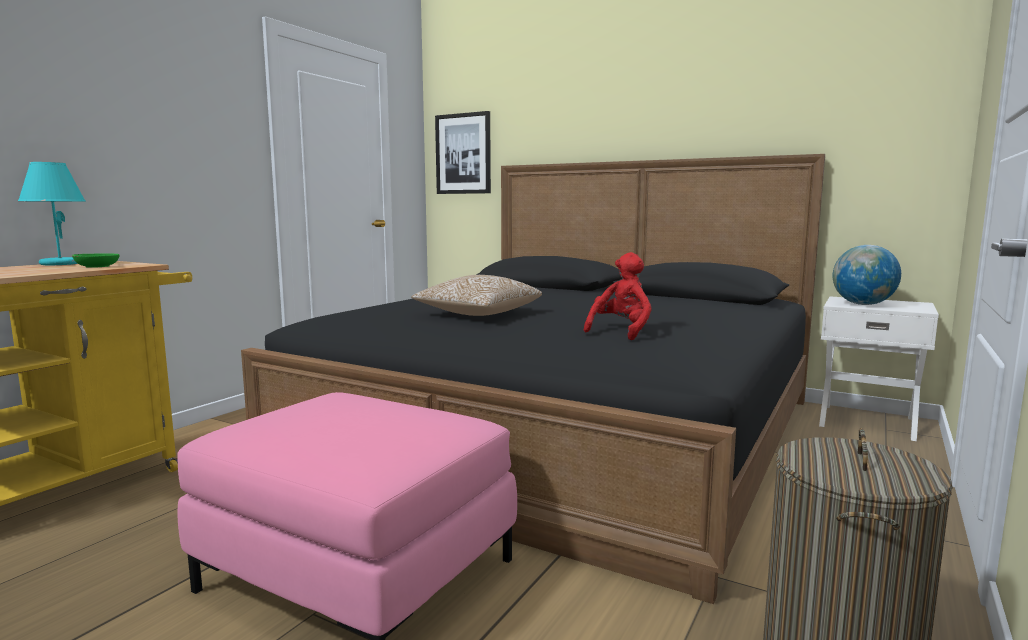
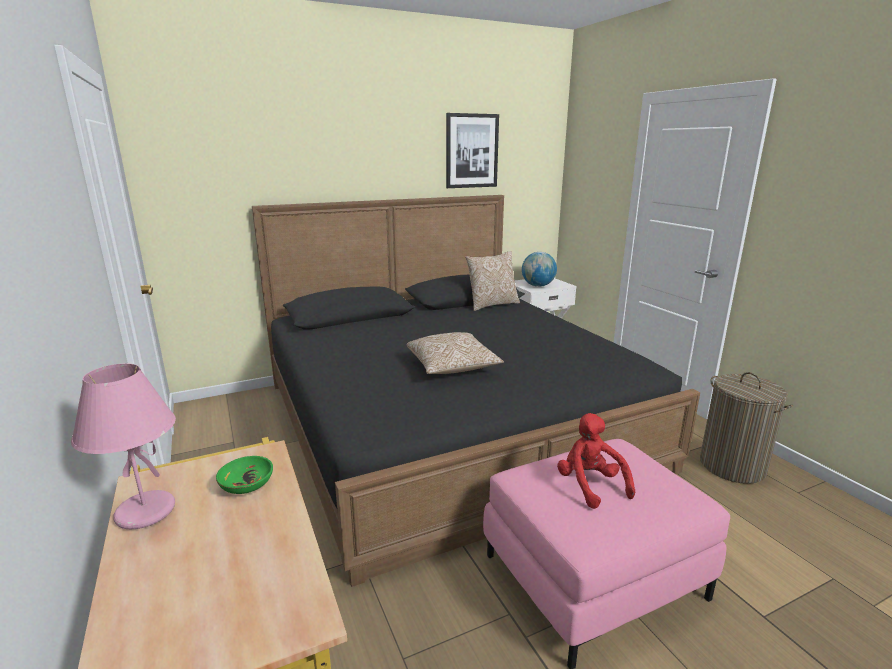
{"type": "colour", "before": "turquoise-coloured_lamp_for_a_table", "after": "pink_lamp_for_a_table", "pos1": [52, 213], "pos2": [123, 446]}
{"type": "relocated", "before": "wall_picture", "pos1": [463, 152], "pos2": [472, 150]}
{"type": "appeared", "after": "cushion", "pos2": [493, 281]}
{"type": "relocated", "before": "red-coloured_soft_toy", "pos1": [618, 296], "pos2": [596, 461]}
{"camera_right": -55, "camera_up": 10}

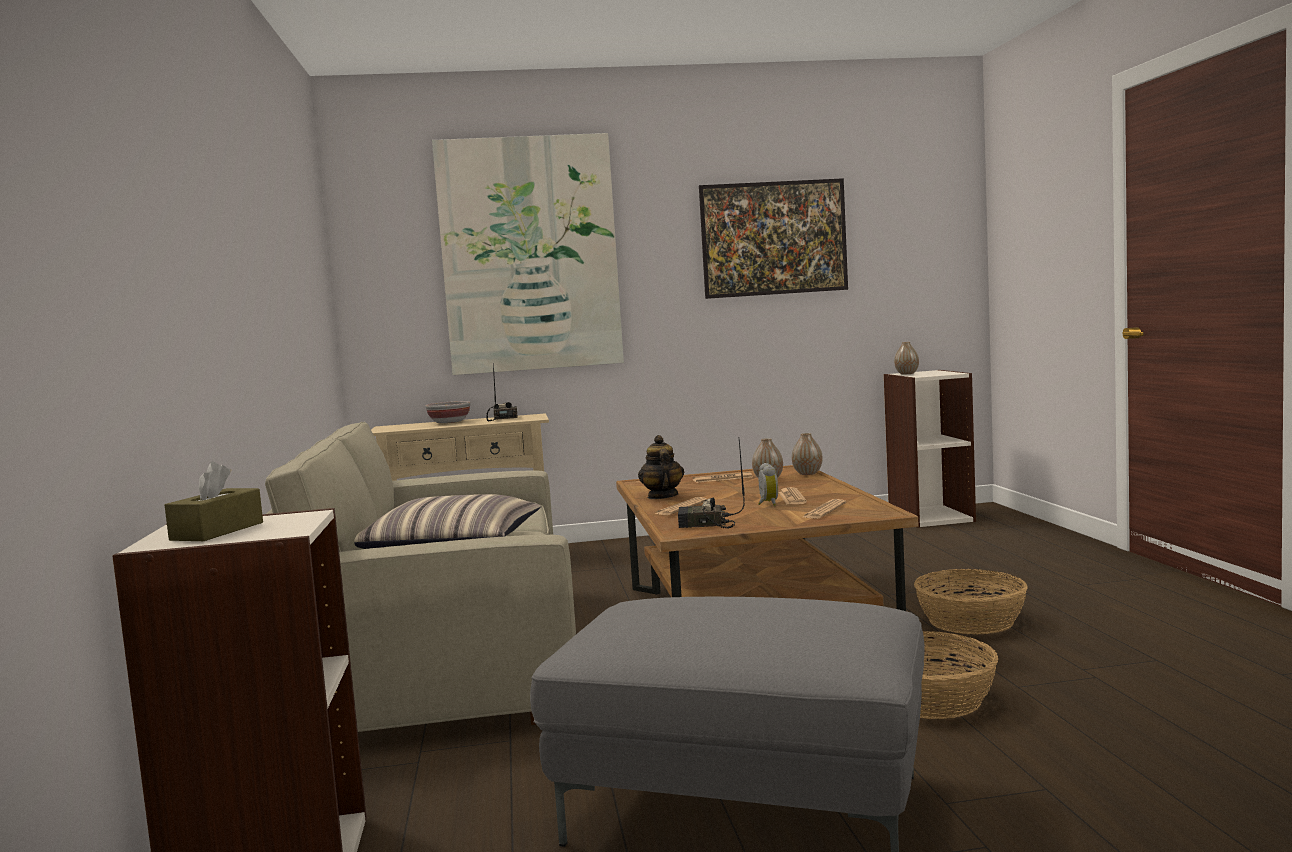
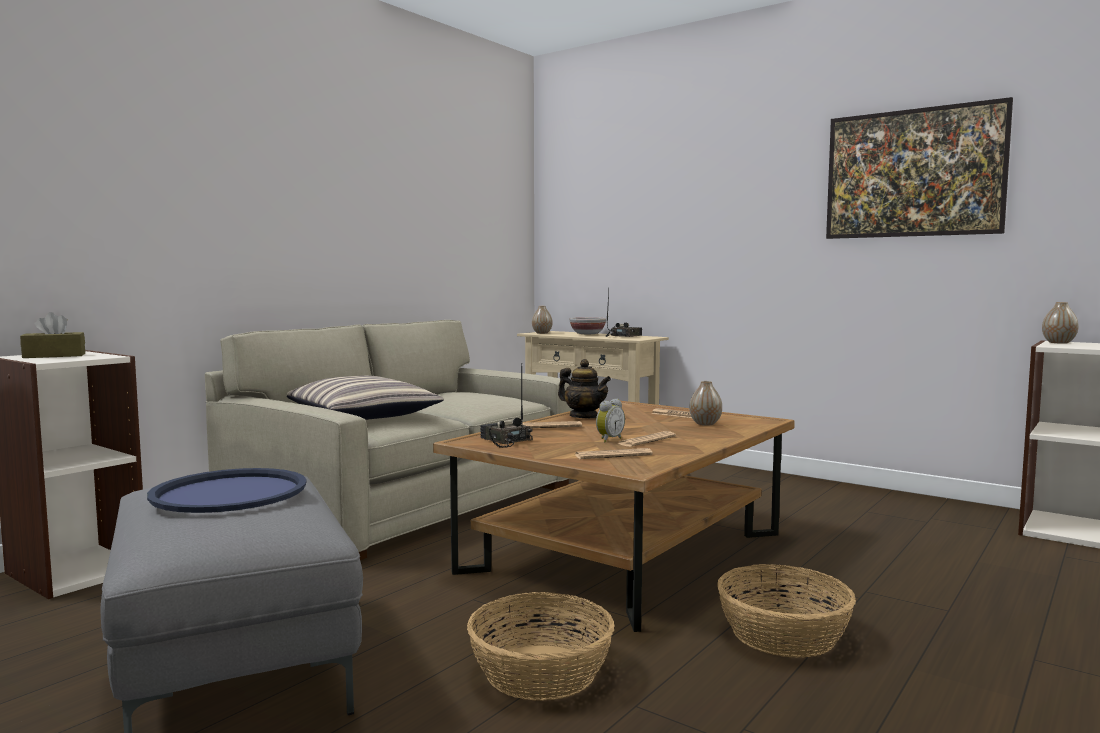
{"type": "appeared", "after": "blue_serving_tray", "pos2": [227, 490]}
{"type": "relocated", "before": "decorative_vase", "pos1": [807, 454], "pos2": [542, 320]}
{"type": "spun", "before": "pot_for_tea", "pos1": [661, 467], "pos2": [584, 388], "turn": 90}
{"type": "missing", "before": "wall_picture", "pos1": [528, 254]}
{"camera_right": 45, "camera_up": 0}

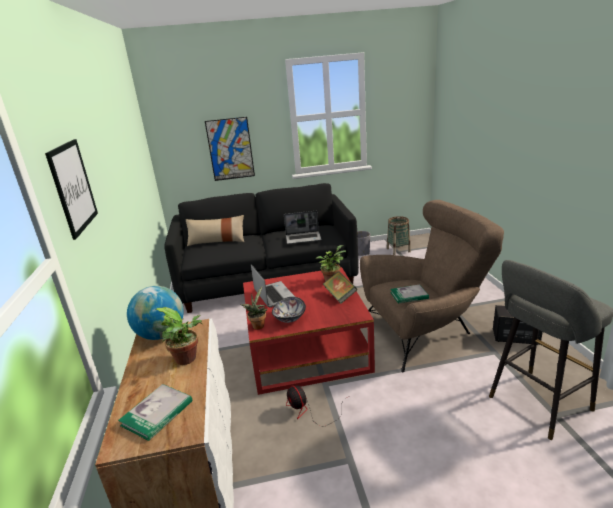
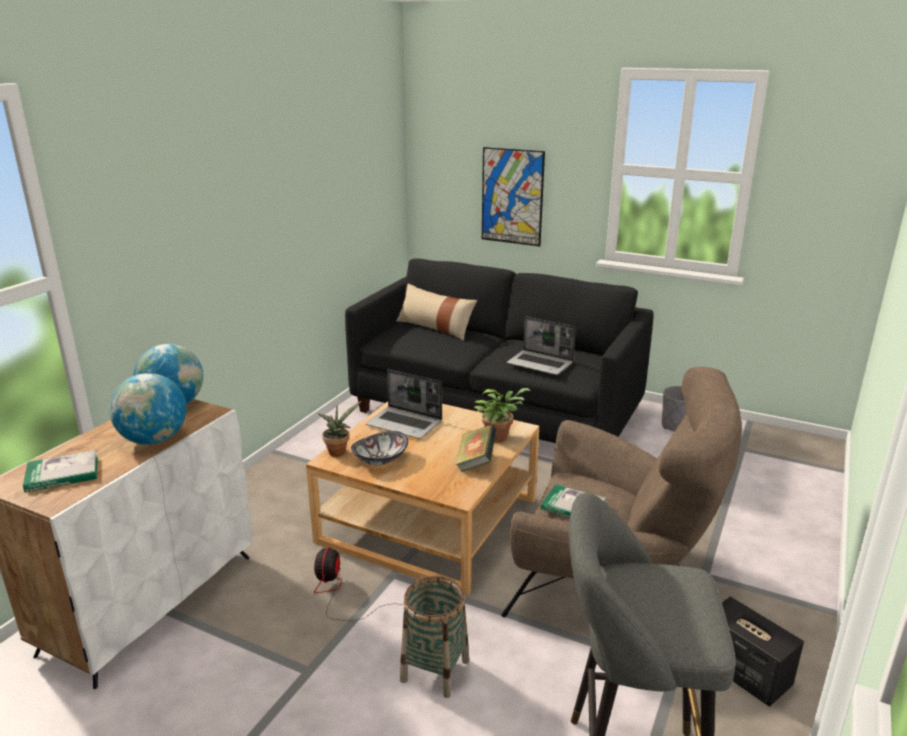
{"type": "exchanged", "before": "plant_in_a_pot", "after": "globe", "pos1": [178, 336], "pos2": [147, 409]}
{"type": "colour", "before": "red-coloured_lounge_table", "after": "beige_lounge_table", "pos1": [309, 331], "pos2": [422, 498]}
{"type": "spun", "before": "notebook_computer", "pos1": [273, 286], "pos2": [404, 404], "turn": 105}
{"type": "relocated", "before": "basket", "pos1": [398, 235], "pos2": [434, 637]}
{"type": "missing", "before": "wall_picture", "pos1": [71, 189]}
{"camera_right": 35, "camera_up": 0}

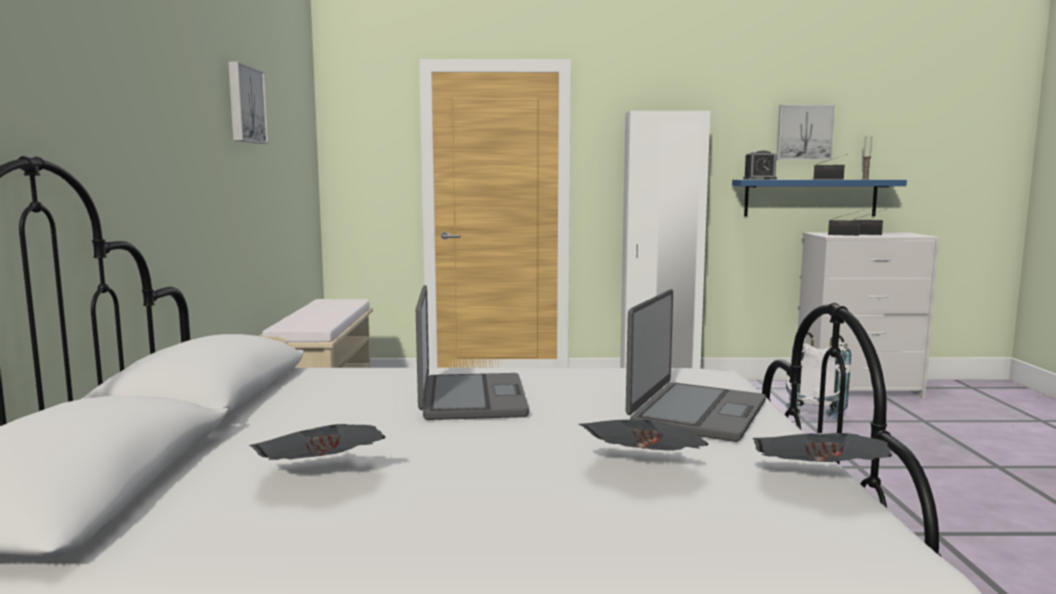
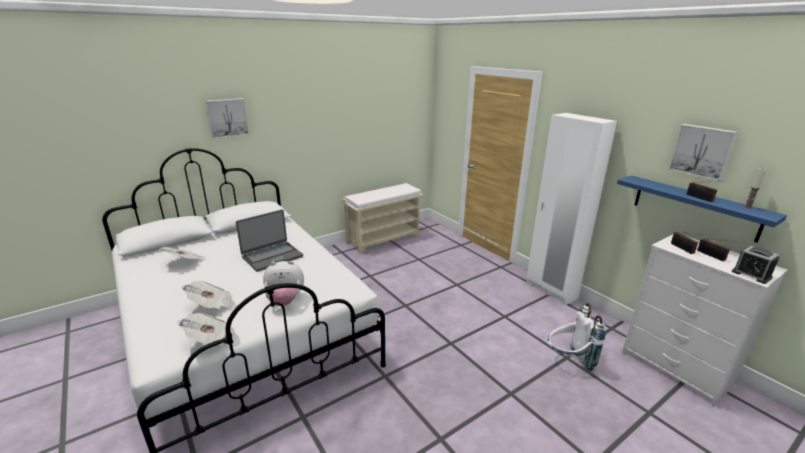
{"type": "relocated", "before": "wall_picture", "pos1": [248, 103], "pos2": [227, 118]}
{"type": "exchanged", "before": "notebook_computer", "after": "soft_toy", "pos1": [696, 365], "pos2": [283, 283]}
{"type": "relocated", "before": "table_clock", "pos1": [760, 165], "pos2": [756, 265]}
{"camera_right": 55, "camera_up": 15}

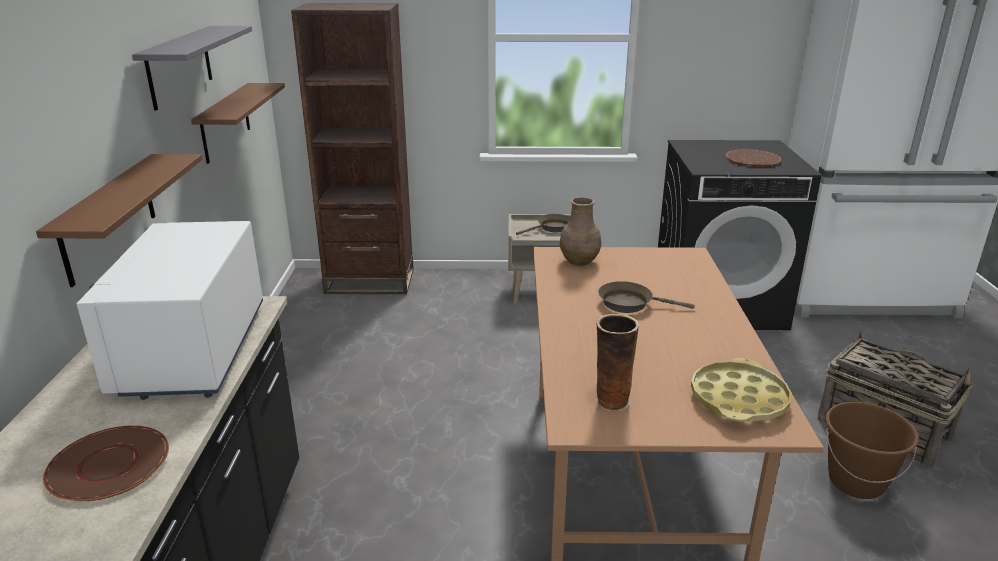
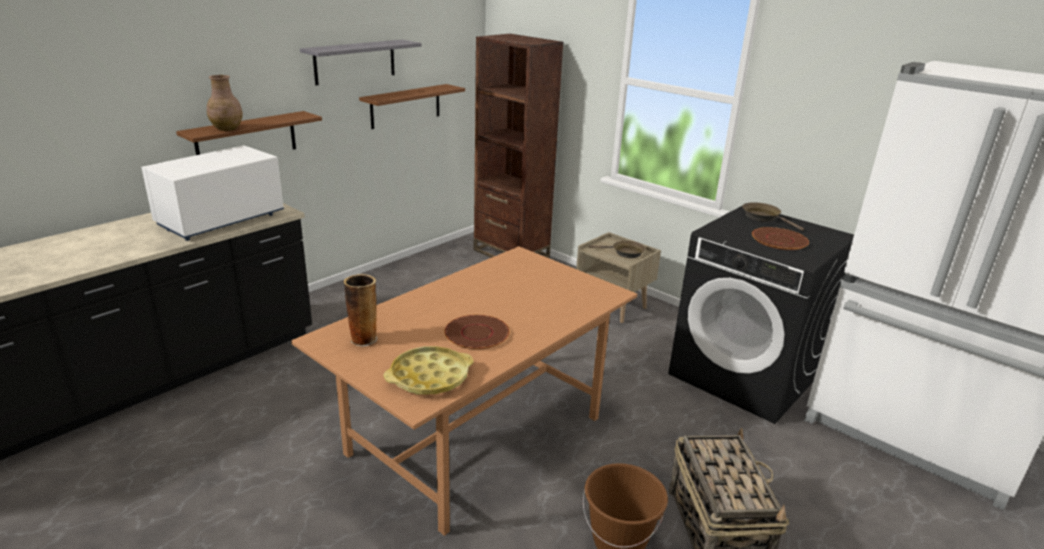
{"type": "relocated", "before": "brown-coloured_decorative_vase", "pos1": [580, 231], "pos2": [225, 103]}
{"type": "relocated", "before": "brown-coloured_plate", "pos1": [106, 463], "pos2": [477, 332]}
{"type": "relocated", "before": "brown-coloured_frying_pan", "pos1": [646, 297], "pos2": [773, 216]}
{"camera_right": 40, "camera_up": 0}

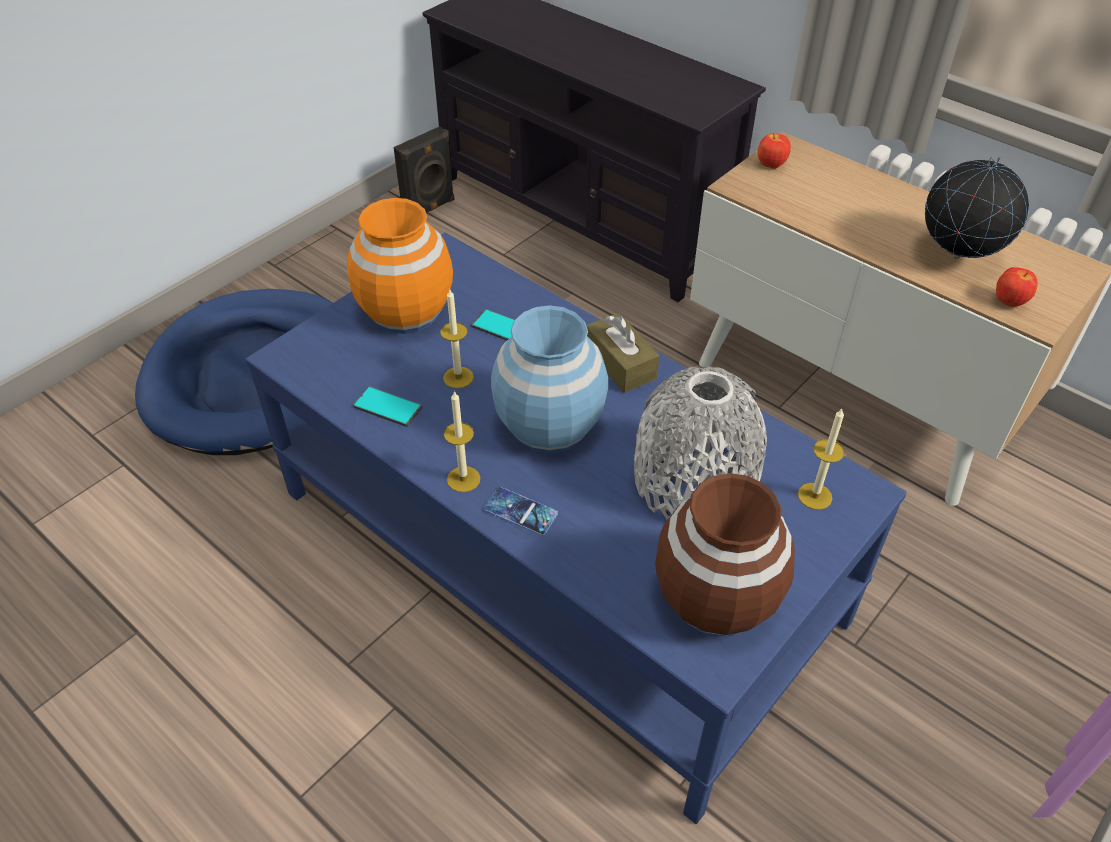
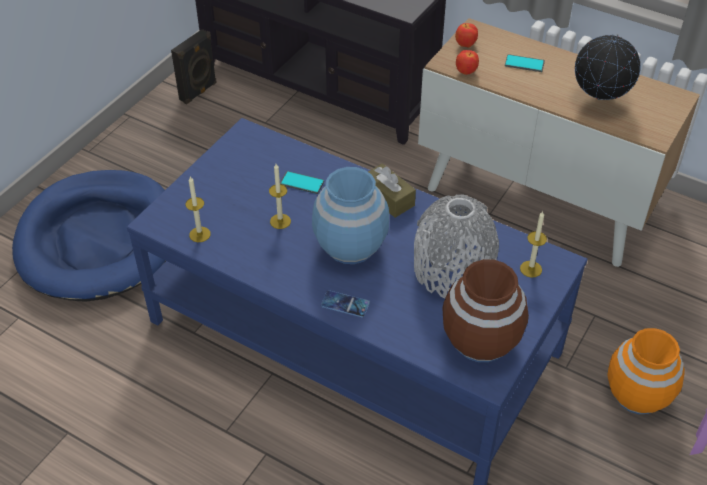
{"type": "relocated", "before": "wax_light", "pos1": [462, 441], "pos2": [198, 209]}
{"type": "relocated", "before": "apple_fruit", "pos1": [1017, 287], "pos2": [467, 62]}
{"type": "relocated", "before": "handset", "pos1": [388, 406], "pos2": [525, 63]}
{"type": "relocated", "before": "orange-coloured_decorative_vase", "pos1": [400, 266], "pos2": [646, 371]}
{"camera_right": -10, "camera_up": 0}

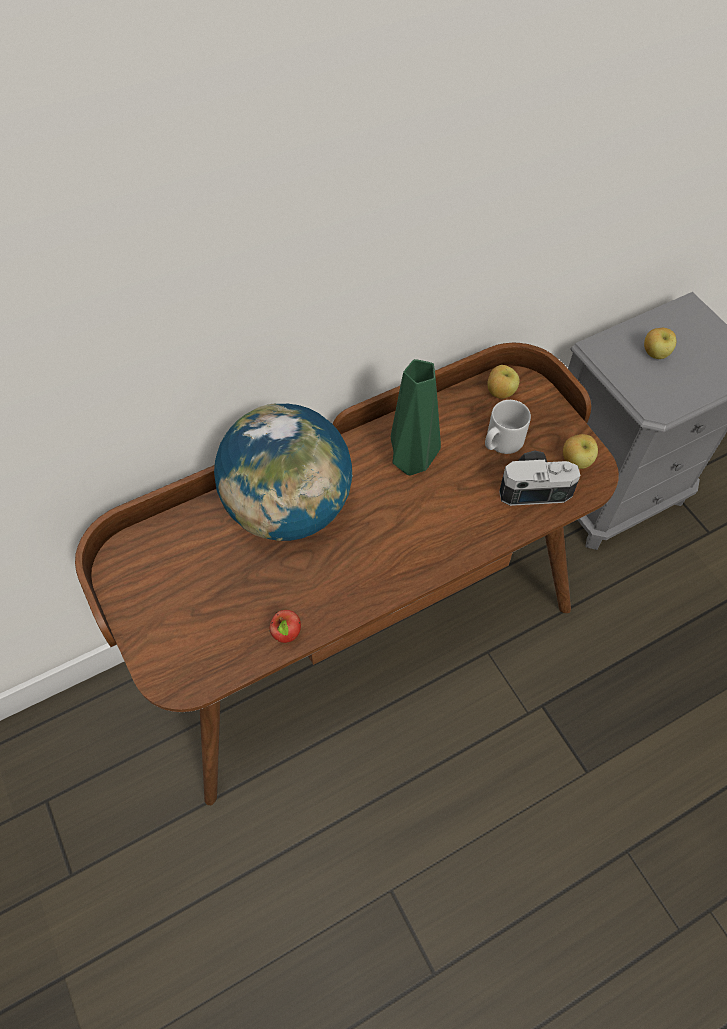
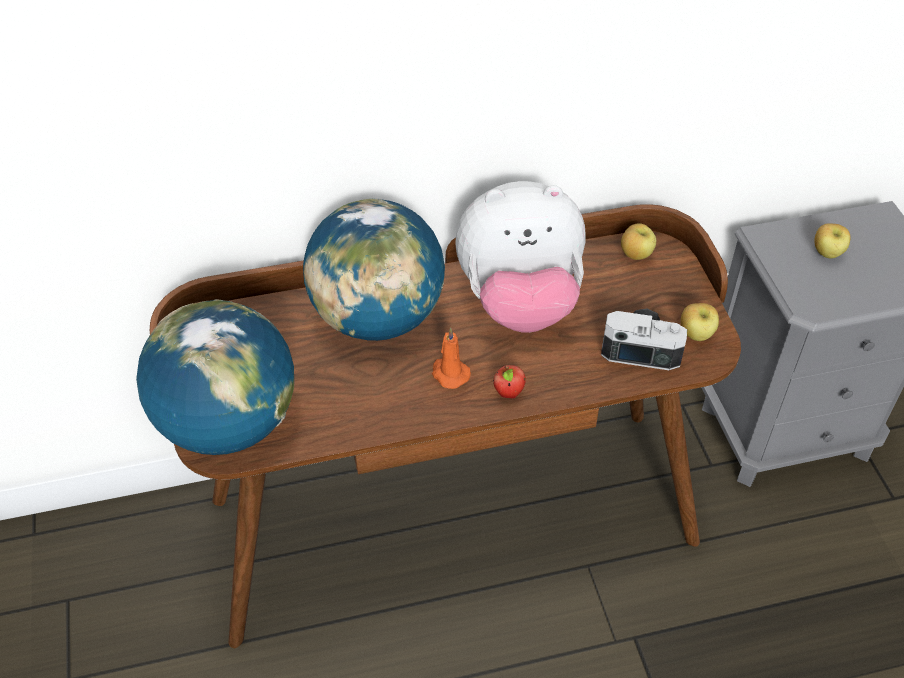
{"type": "appeared", "after": "globe", "pos2": [215, 377]}
{"type": "appeared", "after": "orange-coloured_wax_light", "pos2": [451, 358]}
{"type": "exchanged", "before": "greenish_decorative_vase", "after": "soft_toy", "pos1": [416, 417], "pos2": [520, 257]}
{"type": "relocated", "before": "apple_fruit", "pos1": [285, 626], "pos2": [509, 381]}
{"type": "missing", "before": "gray_coffee_mug", "pos1": [508, 427]}
{"camera_right": 15, "camera_up": -10}

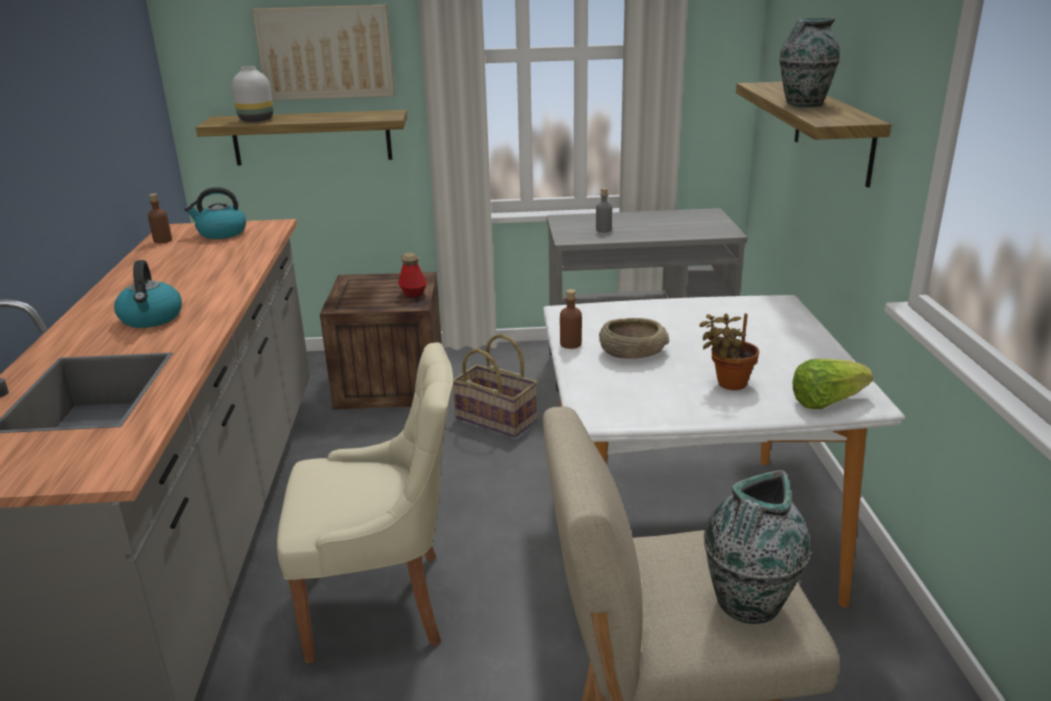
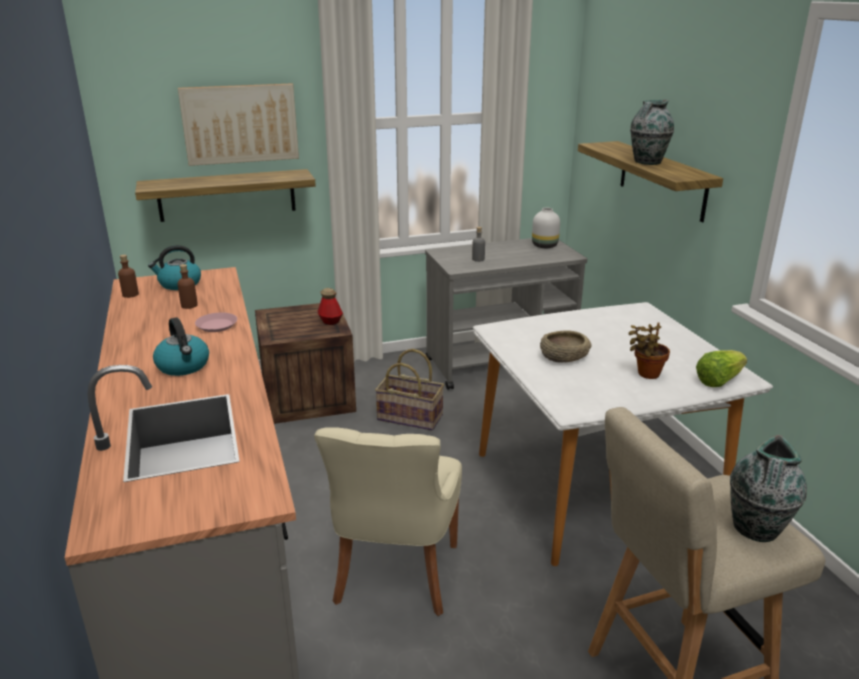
{"type": "relocated", "before": "brown-coloured_beverage_bottle", "pos1": [571, 319], "pos2": [188, 286]}
{"type": "appeared", "after": "pink_plate", "pos2": [216, 322]}
{"type": "spun", "before": "beige_chair", "pos1": [365, 502], "pos2": [388, 522], "turn": 120}
{"type": "relocated", "before": "whitish_decorative_vase", "pos1": [252, 94], "pos2": [546, 228]}
{"camera_right": -15, "camera_up": 0}

